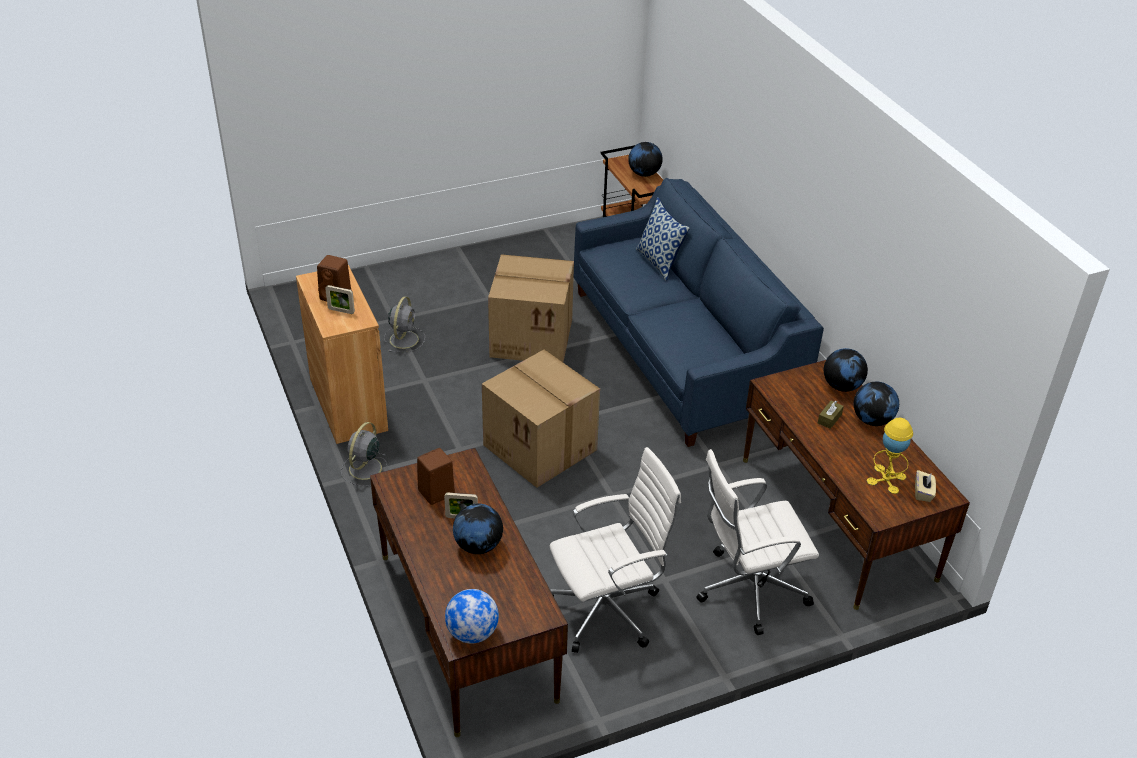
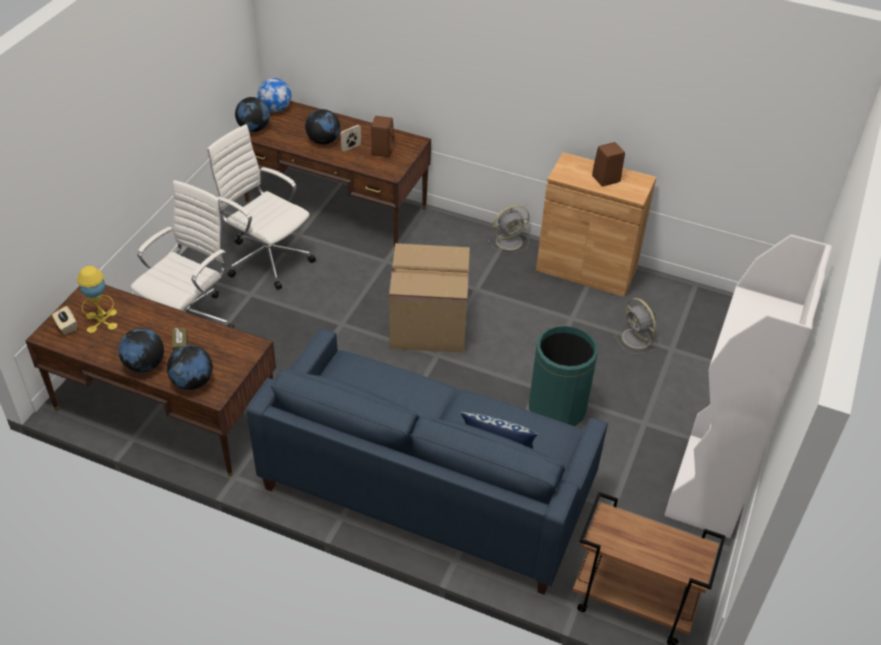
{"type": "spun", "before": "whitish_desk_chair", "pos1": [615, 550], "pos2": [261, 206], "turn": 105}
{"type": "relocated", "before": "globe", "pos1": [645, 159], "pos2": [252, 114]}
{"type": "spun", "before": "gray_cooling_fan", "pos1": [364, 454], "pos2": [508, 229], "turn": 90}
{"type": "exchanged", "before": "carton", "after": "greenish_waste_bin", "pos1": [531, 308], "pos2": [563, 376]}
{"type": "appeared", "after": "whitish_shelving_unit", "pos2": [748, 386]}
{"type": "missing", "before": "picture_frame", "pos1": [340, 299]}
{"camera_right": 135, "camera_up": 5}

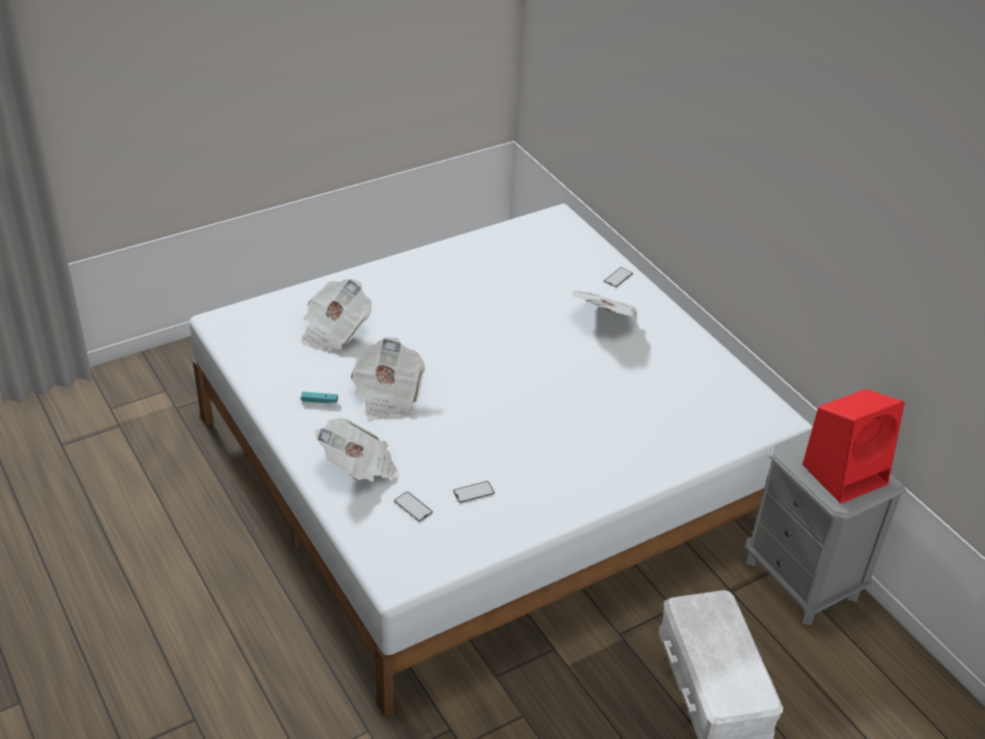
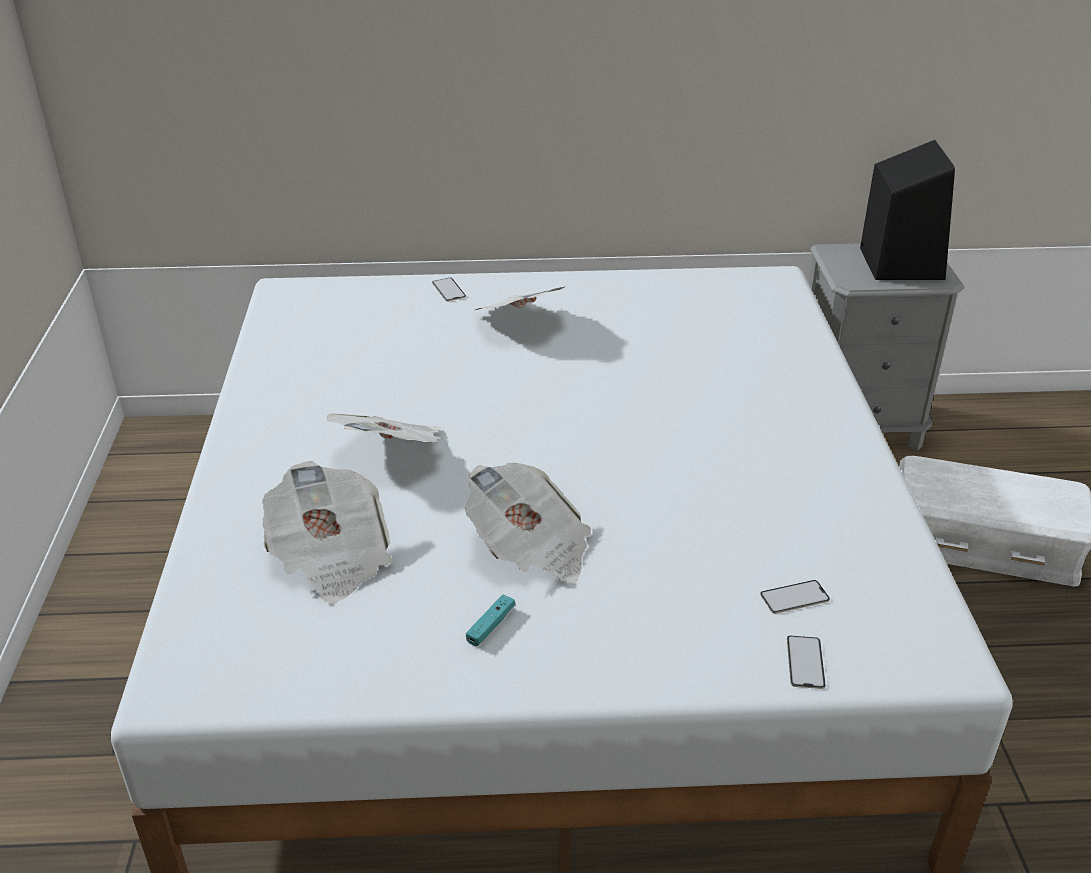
{"type": "relocated", "before": "printed_paper", "pos1": [357, 450], "pos2": [384, 428]}
{"type": "relocated", "before": "handset", "pos1": [474, 492], "pos2": [806, 662]}
{"type": "colour", "before": "red-coloured_speaker", "after": "black_speaker", "pos1": [853, 446], "pos2": [907, 210]}
{"camera_right": -60, "camera_up": -5}

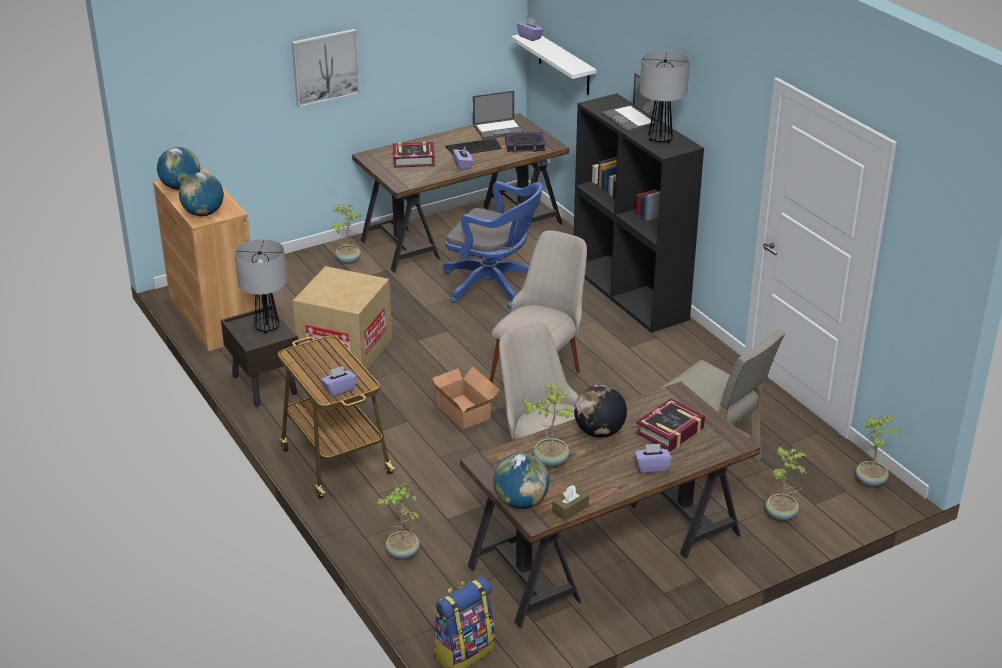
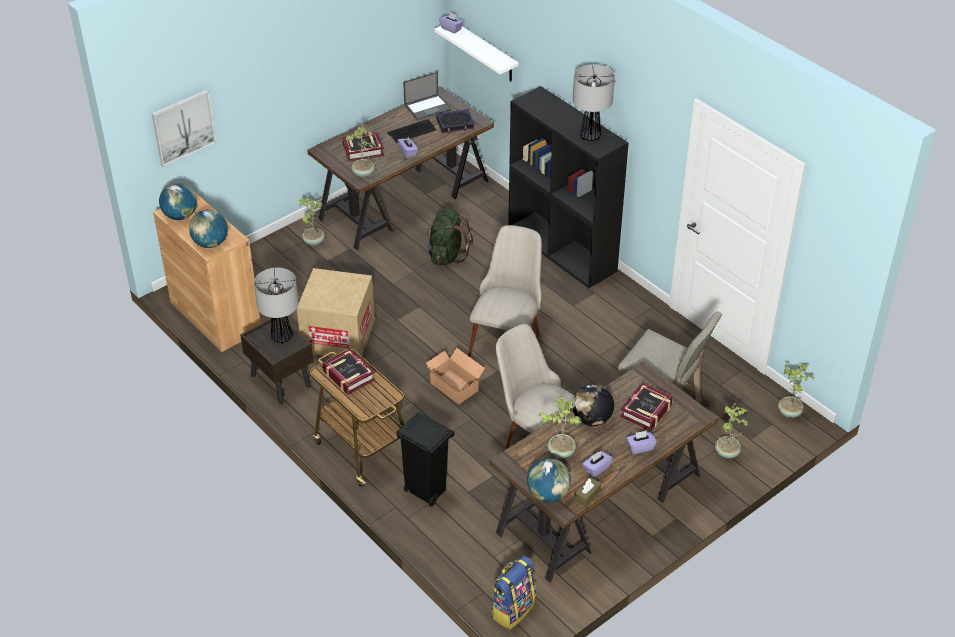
{"type": "relocated", "before": "wall_picture", "pos1": [326, 68], "pos2": [184, 128]}
{"type": "appeared", "after": "bound_book", "pos2": [349, 372]}
{"type": "relocated", "before": "plant_in_a_pot", "pos1": [398, 521], "pos2": [360, 150]}
{"type": "appeared", "after": "black_waste_bin", "pos2": [425, 459]}
{"type": "exchanged", "before": "blue_desk_chair", "after": "greenish_knapsack", "pos1": [492, 245], "pos2": [449, 237]}
{"type": "relocated", "before": "purplish_tissue_holder", "pos1": [339, 381], "pos2": [597, 464]}
{"type": "missing", "before": "notebook_computer", "pos1": [631, 102]}
{"camera_right": -10, "camera_up": 10}

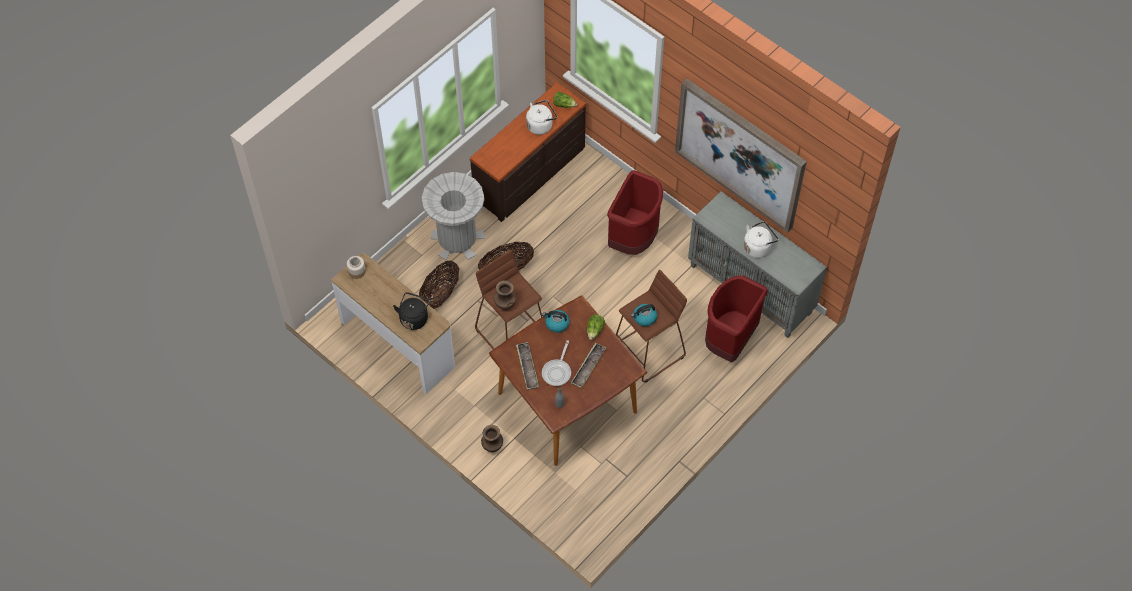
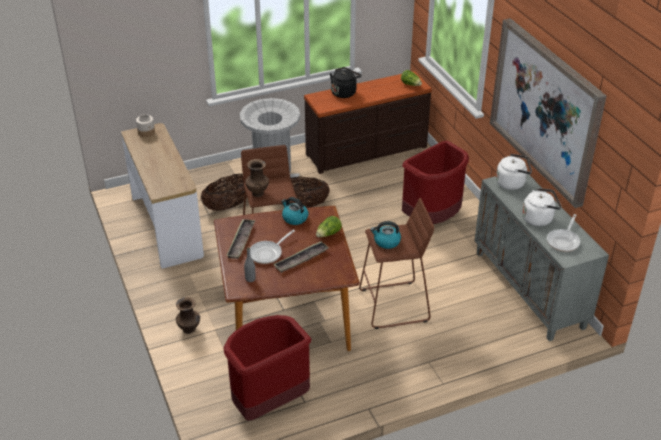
{"type": "relocated", "before": "red-coloured_waste_bin", "pos1": [736, 318], "pos2": [267, 368]}
{"type": "relocated", "before": "black_water_kettle", "pos1": [411, 311], "pos2": [345, 82]}
{"type": "relocated", "before": "whitish_water_kettle", "pos1": [541, 117], "pos2": [514, 172]}
{"type": "appeared", "after": "frying_pan", "pos2": [563, 233]}
{"camera_right": 25, "camera_up": -20}

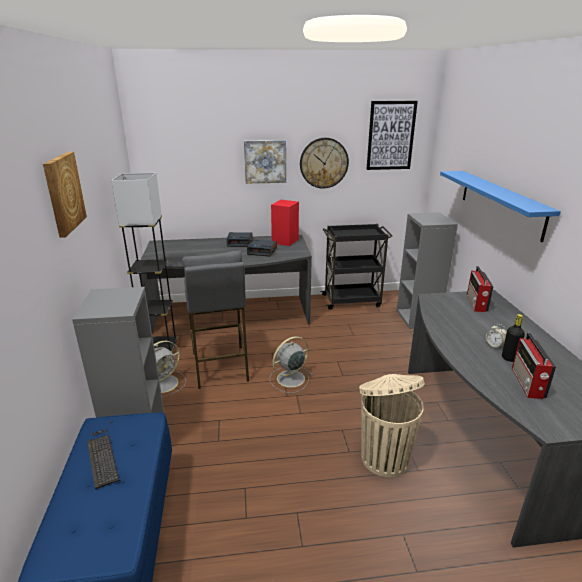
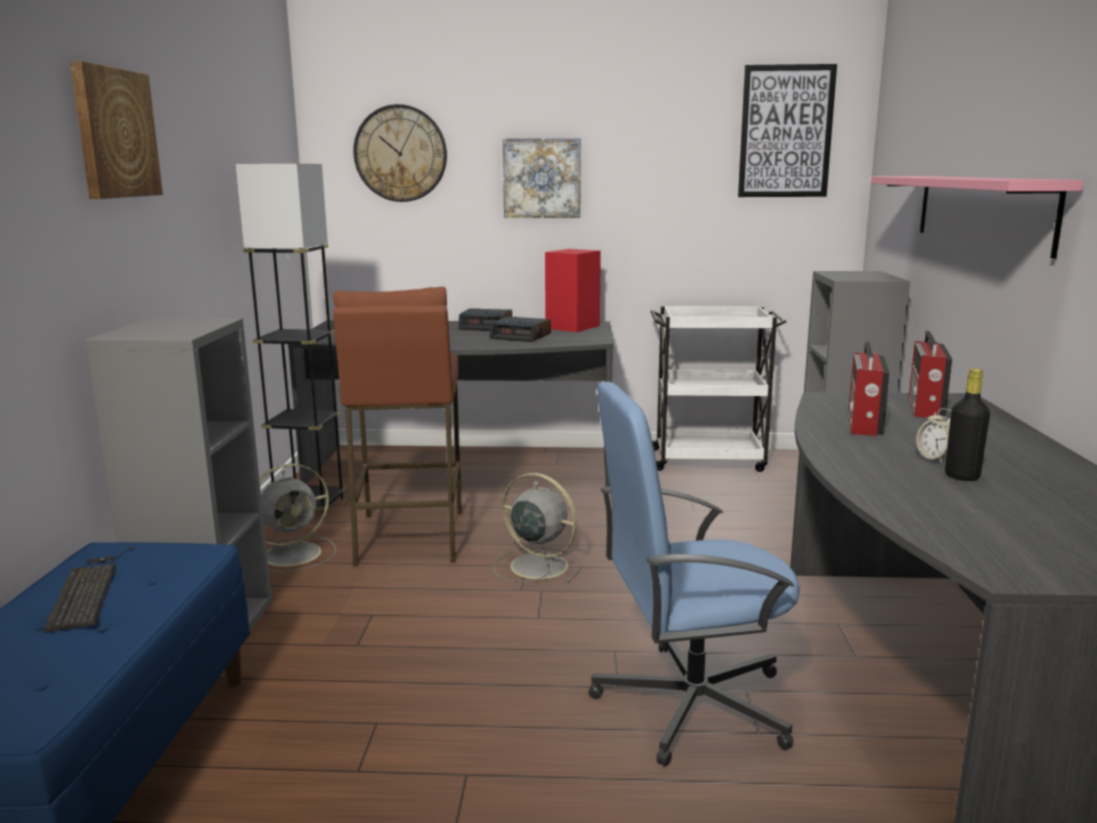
{"type": "colour", "before": "gray_stool_seat", "after": "brown-coloured_stool_seat", "pos1": [215, 319], "pos2": [397, 427]}
{"type": "relocated", "before": "hanging_clock", "pos1": [324, 163], "pos2": [400, 153]}
{"type": "spun", "before": "gray_cooling_fan", "pos1": [291, 364], "pos2": [537, 528], "turn": 60}
{"type": "exchanged", "before": "beige_waste_bin", "after": "blue_desk_chair", "pos1": [392, 426], "pos2": [694, 574]}
{"type": "colour", "before": "black_cart", "after": "whitish_cart", "pos1": [356, 267], "pos2": [719, 389]}
{"type": "relocated", "before": "radio_set", "pos1": [534, 366], "pos2": [869, 389]}
{"type": "colour", "before": "blue_bracket_shelf", "after": "pink_bracket_shelf", "pos1": [500, 206], "pos2": [977, 217]}
{"camera_right": 10, "camera_up": -10}

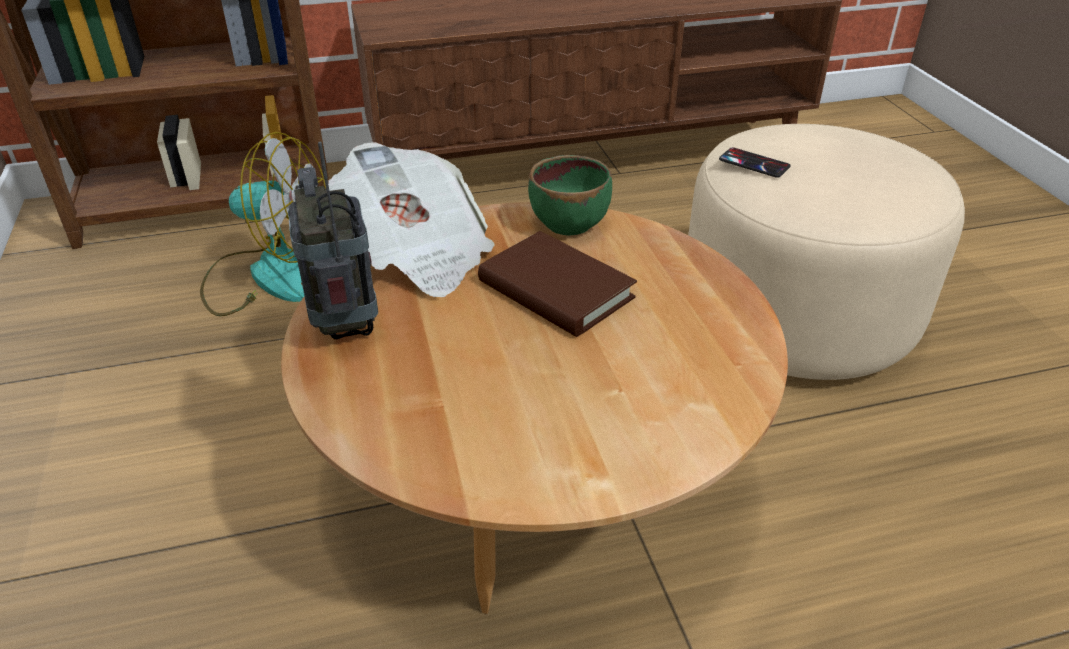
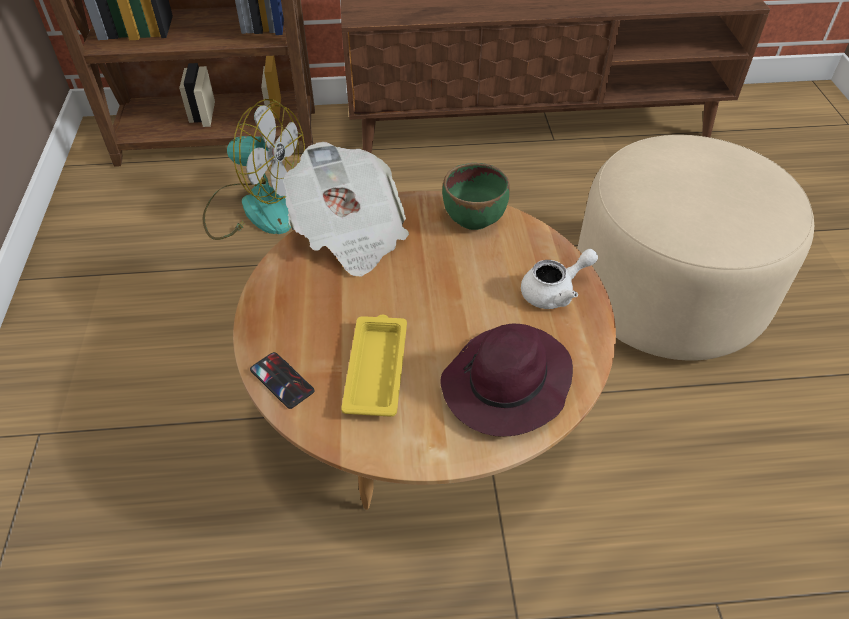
{"type": "relocated", "before": "handset", "pos1": [755, 162], "pos2": [282, 380]}
{"type": "appeared", "after": "yellowish_serving_tray", "pos2": [374, 365]}
{"type": "appeared", "after": "purplish_wearable_hat", "pos2": [507, 380]}
{"type": "appeared", "after": "whitish_pot_for_tea", "pos2": [559, 279]}
{"type": "missing", "before": "radio_set", "pos1": [333, 240]}
{"type": "missing", "before": "brown-coloured_bound_book", "pos1": [557, 284]}
{"camera_right": 10, "camera_up": 10}

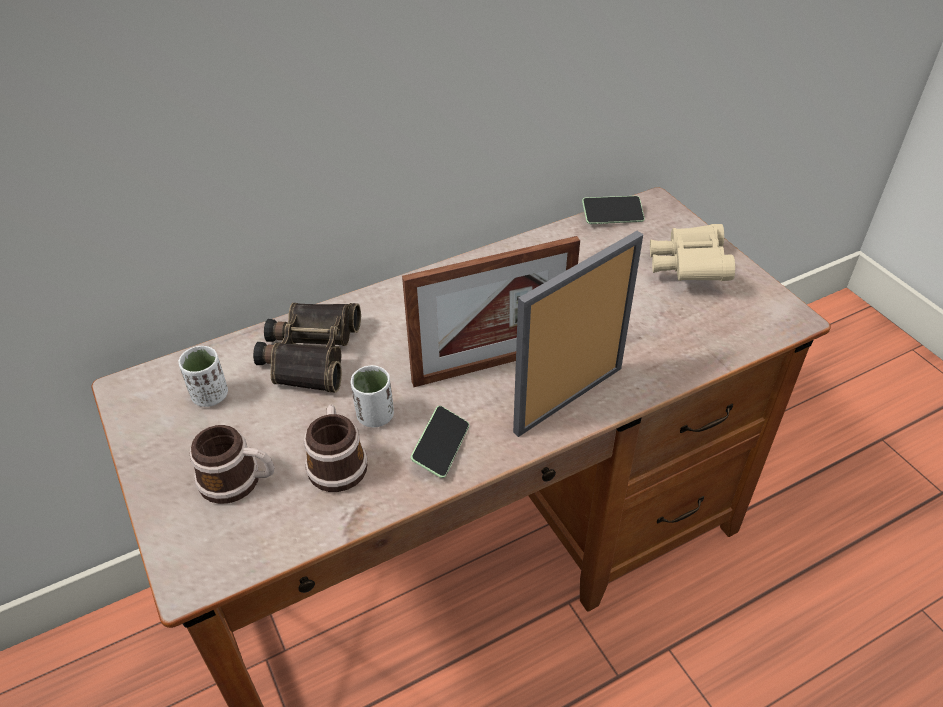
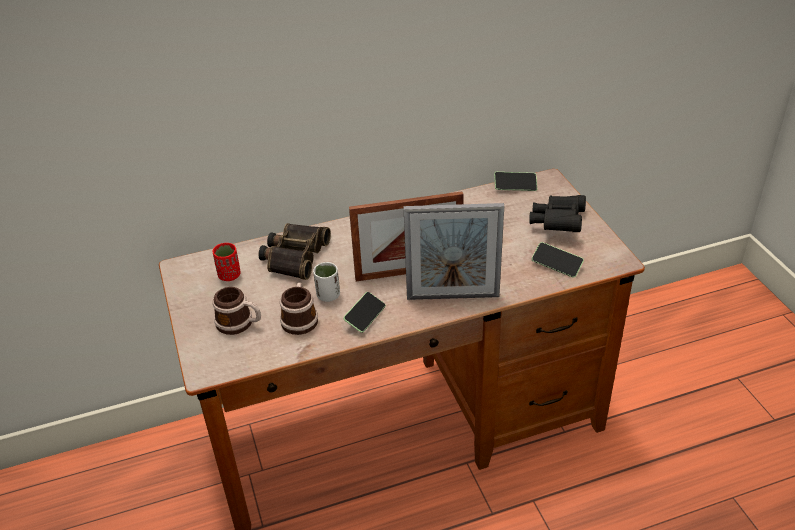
{"type": "colour", "before": "whitish_small_cup", "after": "red-coloured_small_cup", "pos1": [203, 376], "pos2": [227, 262]}
{"type": "spun", "before": "picture_frame", "pos1": [578, 334], "pos2": [454, 251], "turn": -150}
{"type": "colour", "before": "beige_field_glasses", "after": "black_field_glasses", "pos1": [692, 252], "pos2": [557, 213]}
{"type": "appeared", "after": "handset", "pos2": [558, 260]}
{"camera_right": 10, "camera_up": -5}

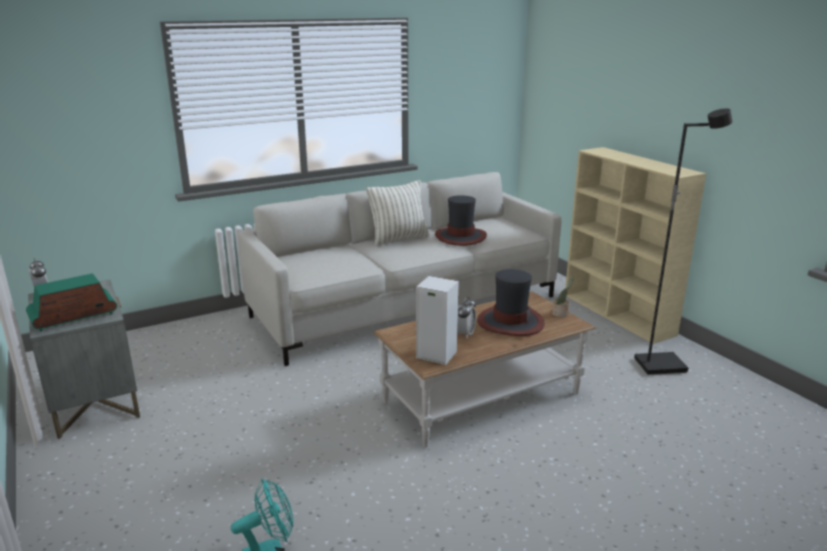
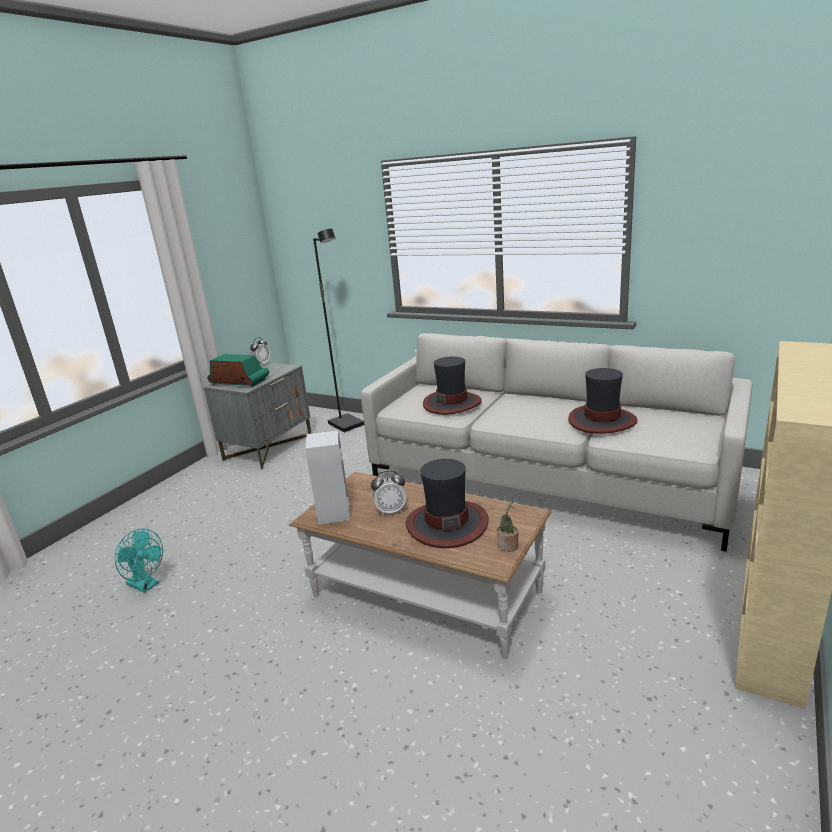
{"type": "relocated", "before": "black_floor_lamp", "pos1": [683, 241], "pos2": [338, 330]}
{"type": "appeared", "after": "wearable_hat", "pos2": [452, 386]}
{"type": "missing", "before": "cushion", "pos1": [398, 213]}
{"camera_right": 60, "camera_up": 0}

